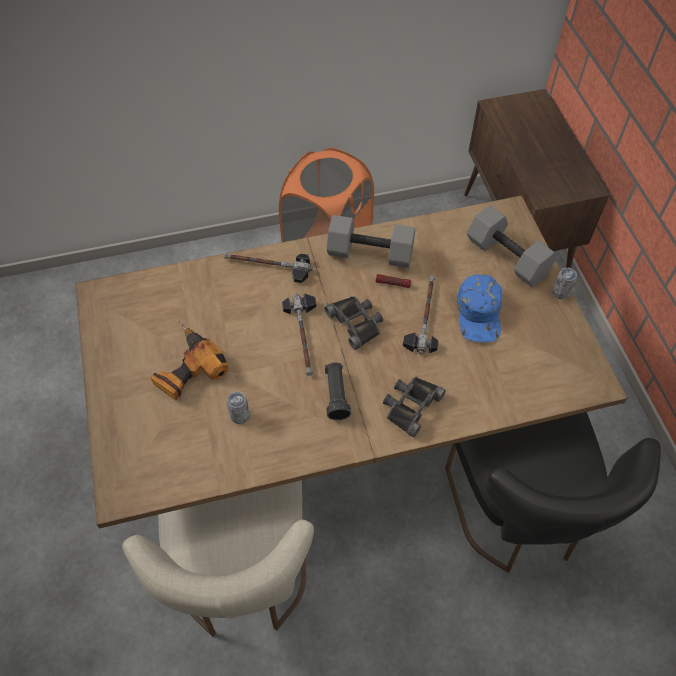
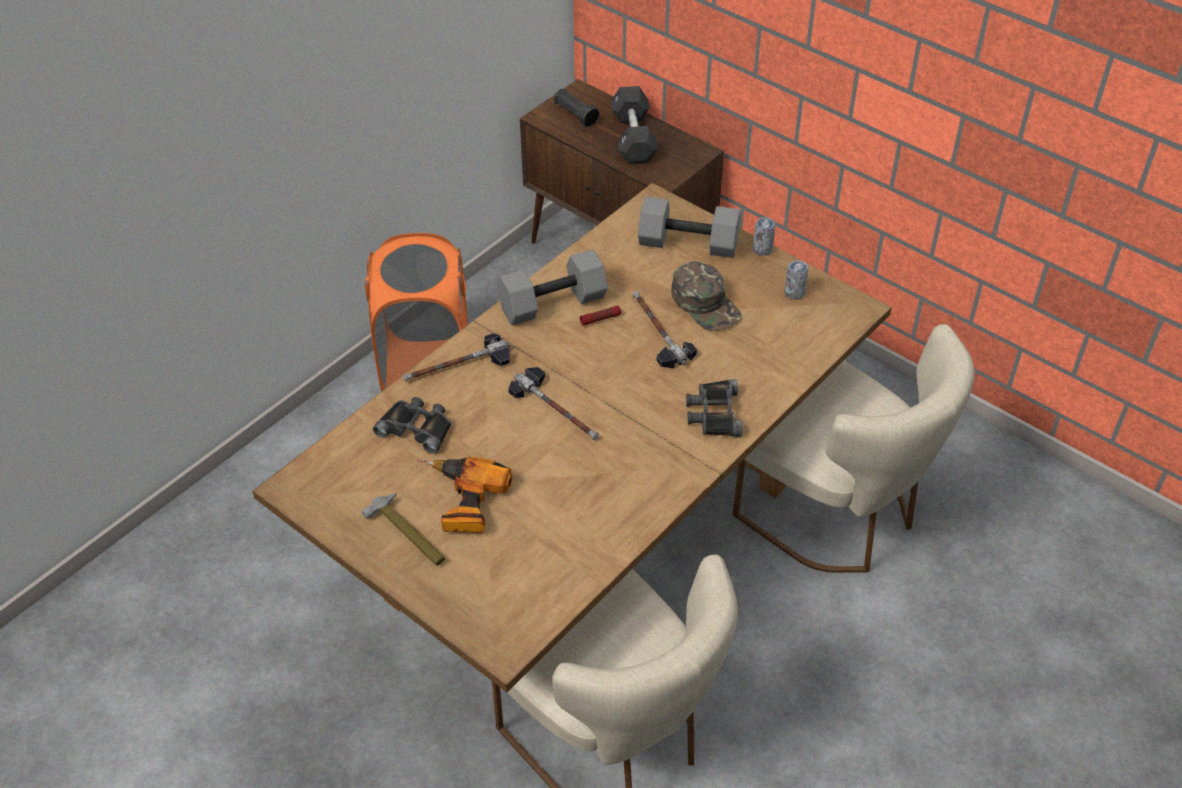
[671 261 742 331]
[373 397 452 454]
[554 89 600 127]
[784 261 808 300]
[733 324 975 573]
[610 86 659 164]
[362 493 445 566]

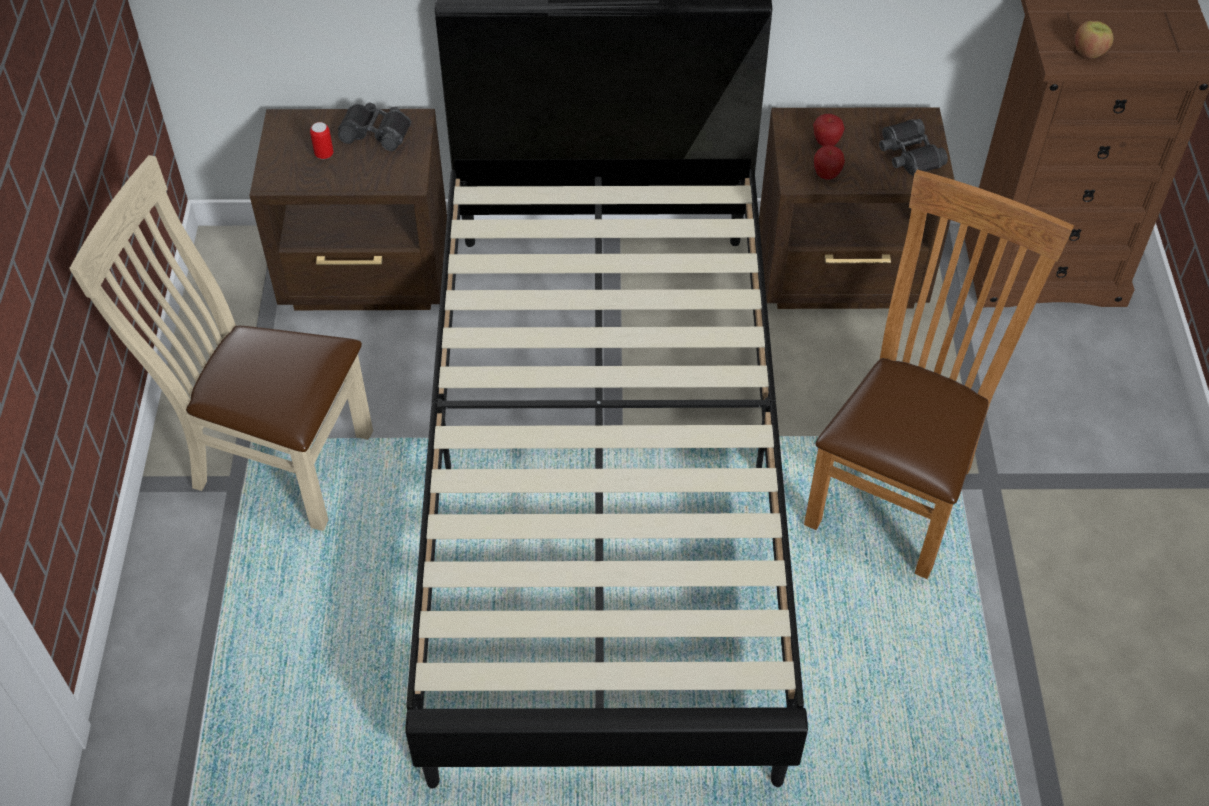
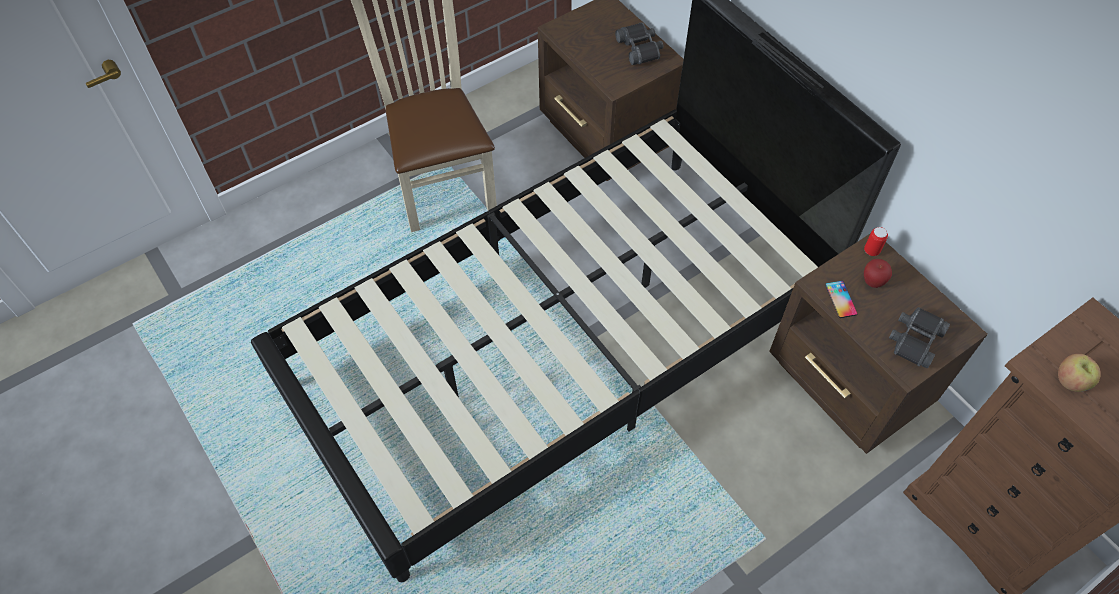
[864 227 888 256]
[825 281 858 318]
[804 169 1074 579] (first image)

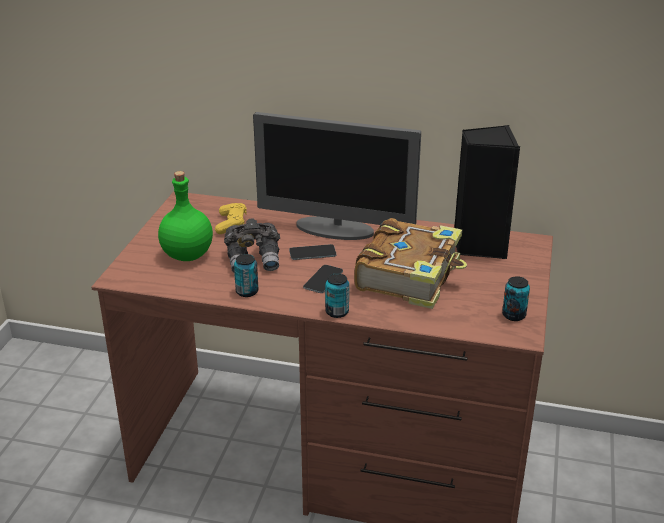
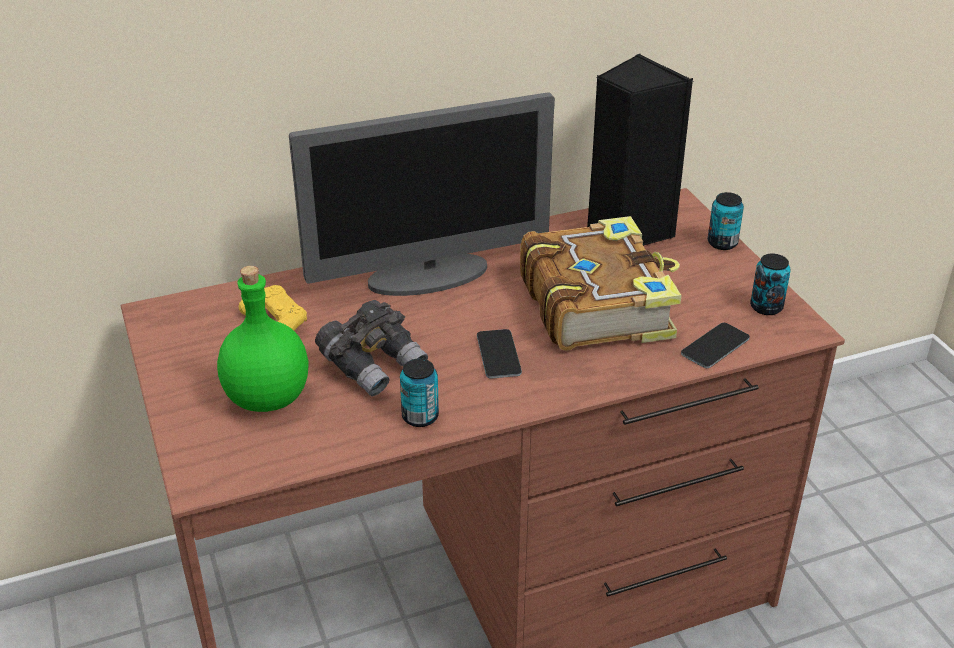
[681 323 750 368]
[708 192 744 250]

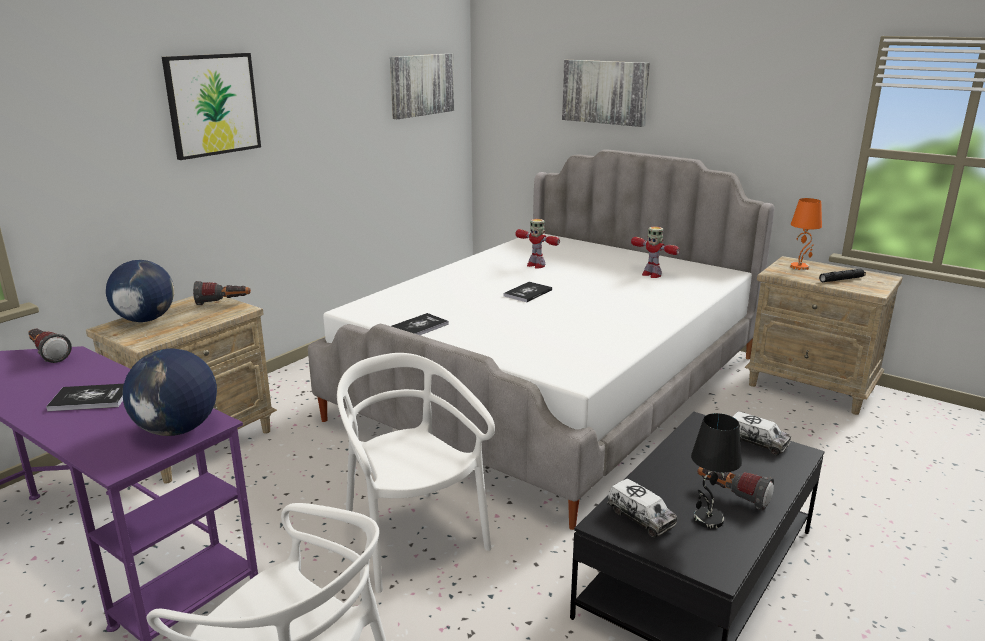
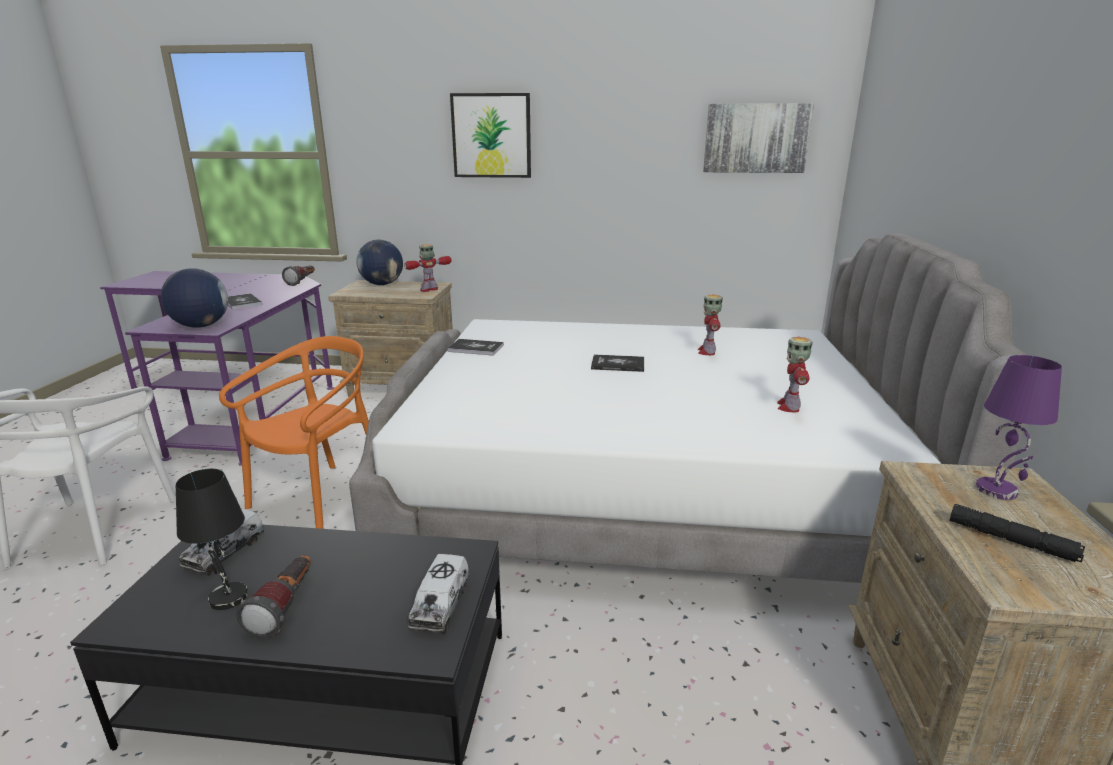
[562 60 650 127] (first image)
[976 355 1062 500]
[404 244 451 292]
[219 336 369 529]

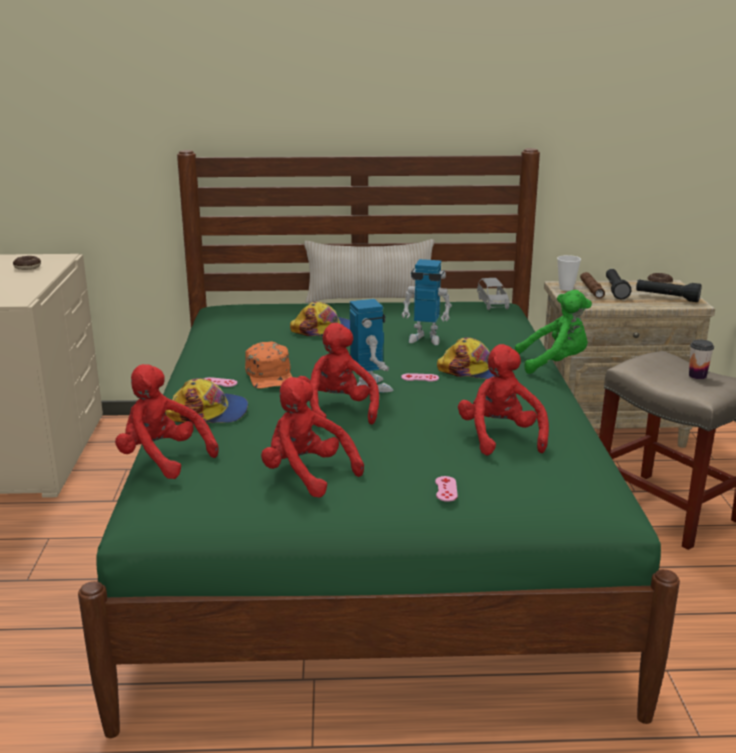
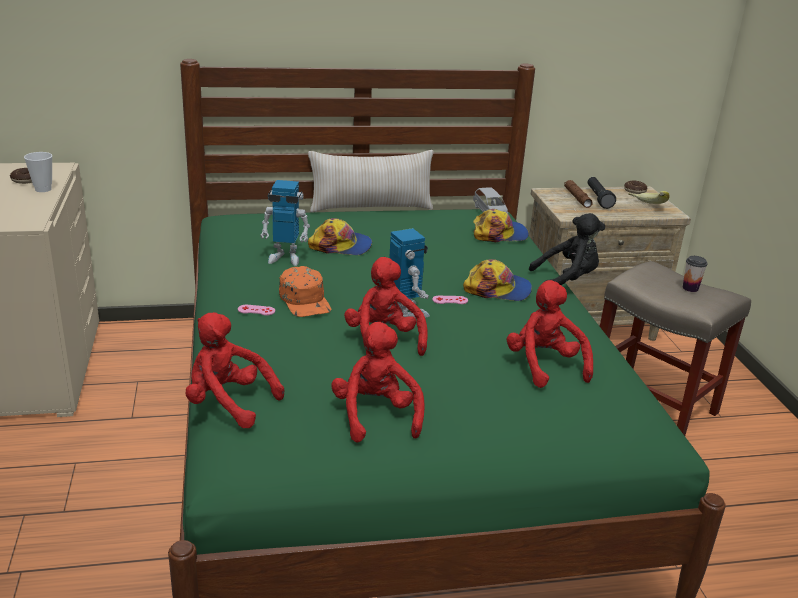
[24 152 52 192]
[260 180 310 266]
[628 191 669 204]
[529 213 605 285]
[331 322 425 443]
[473 209 529 242]
[435 476 458 502] (first image)

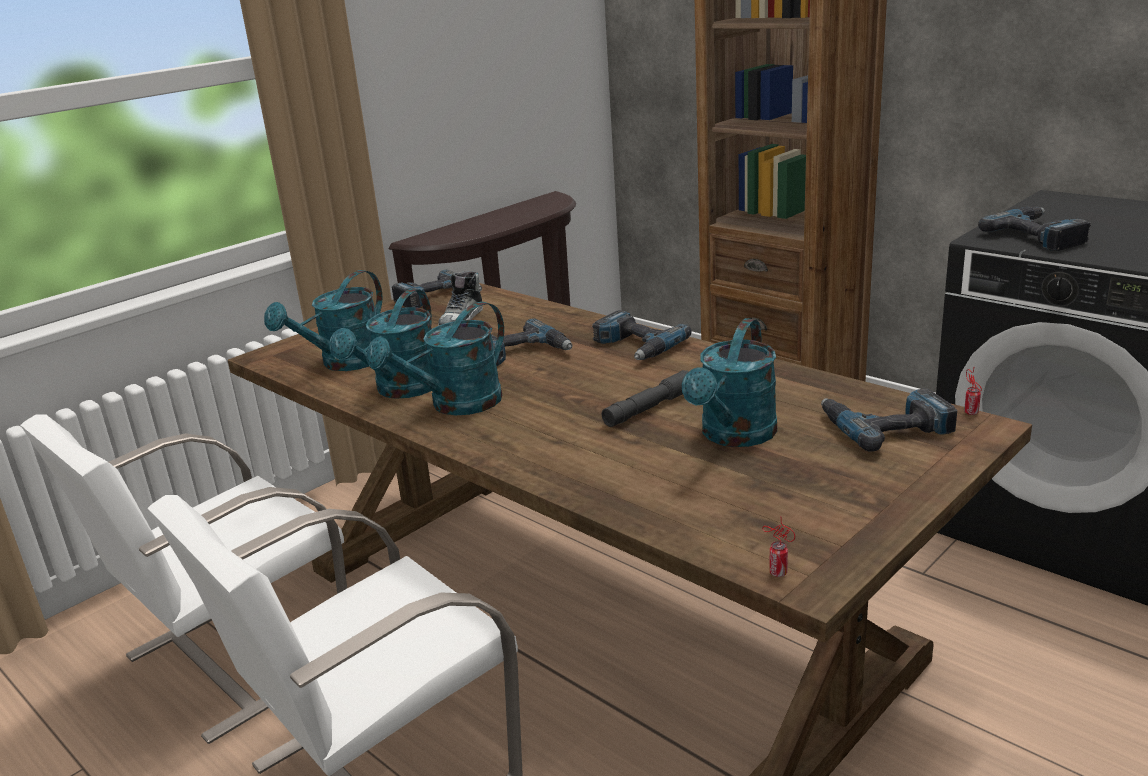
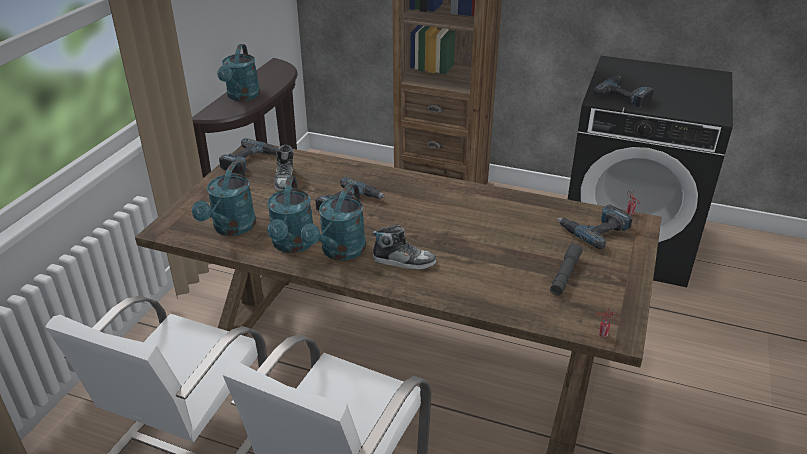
[592 310 692 360] (first image)
[217 44 260 101]
[550 243 582 295]
[372 225 436 269]

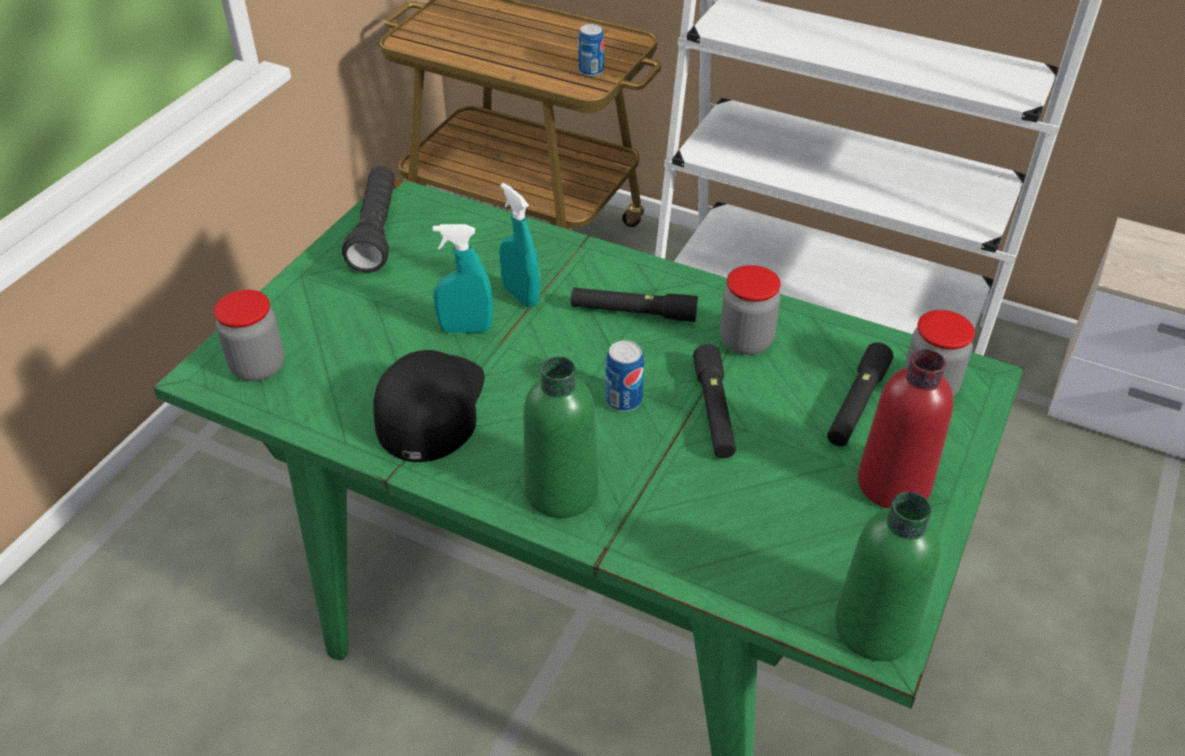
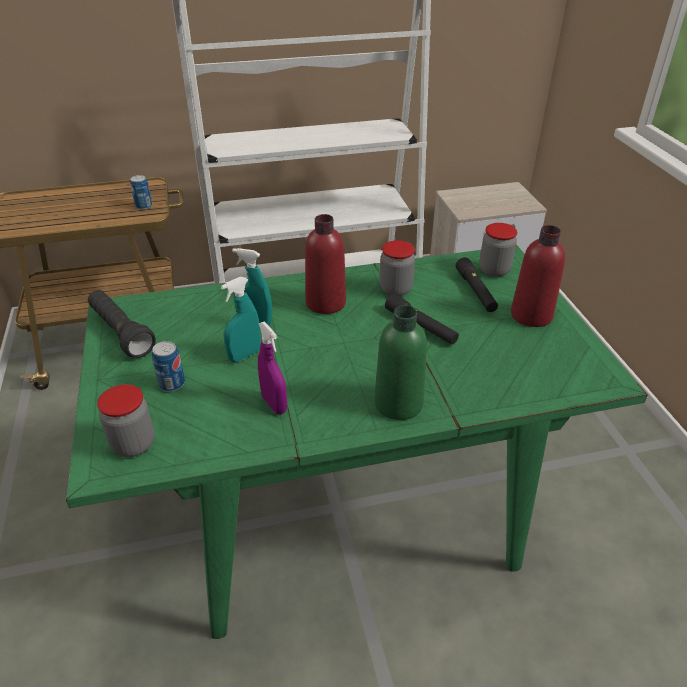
[305 214 346 314]
[152 341 185 392]
[258 322 287 414]
[835 492 941 661] (first image)

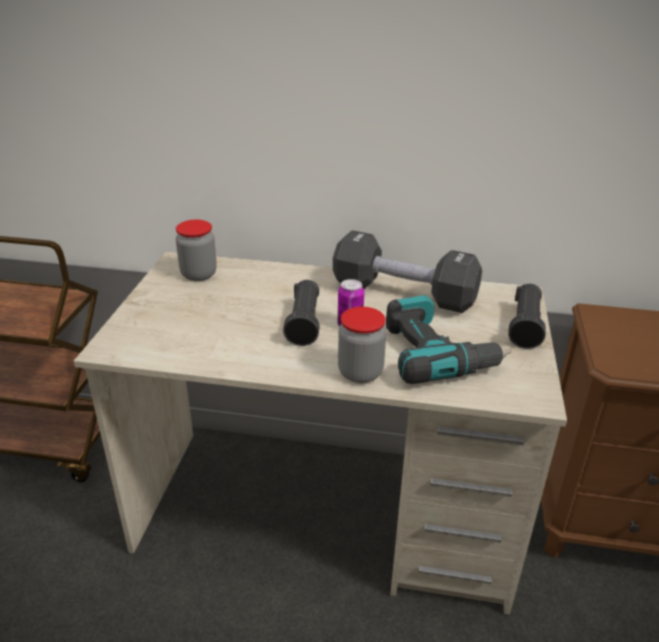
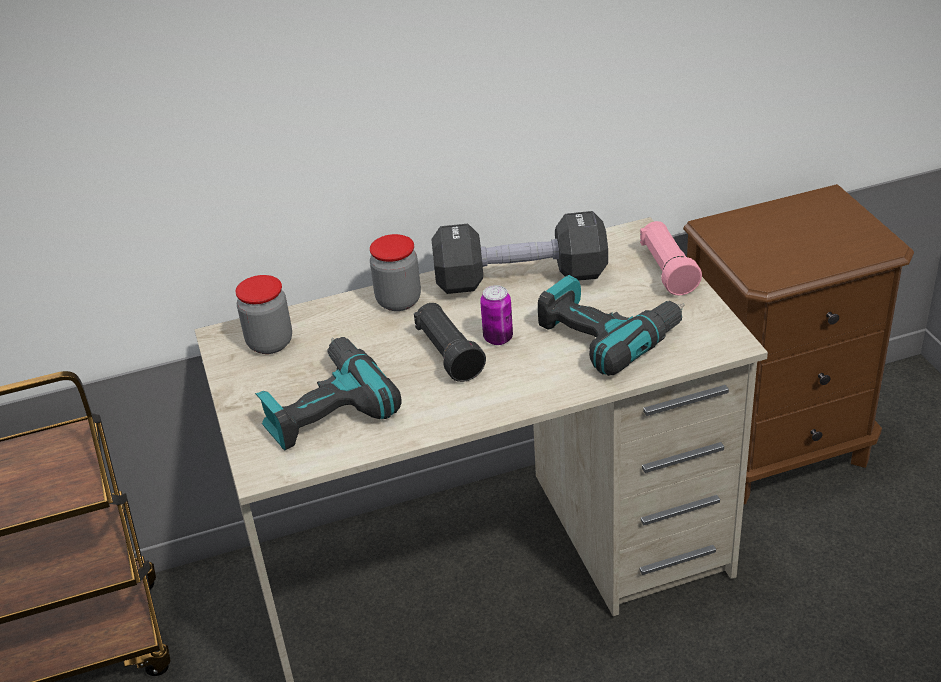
[640 221 702 295]
[370 234 421 311]
[255 337 402 450]

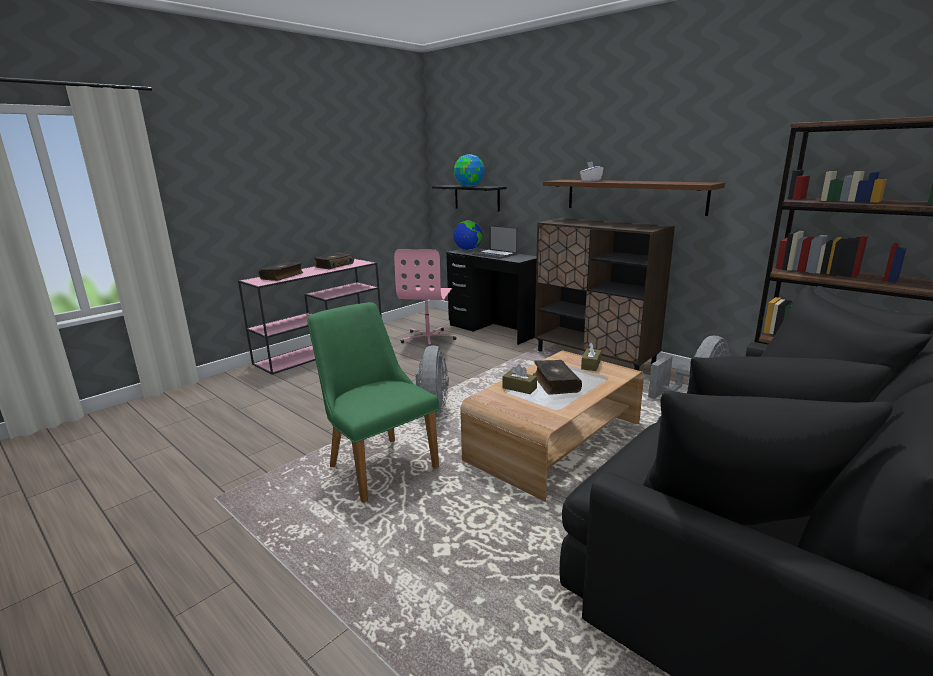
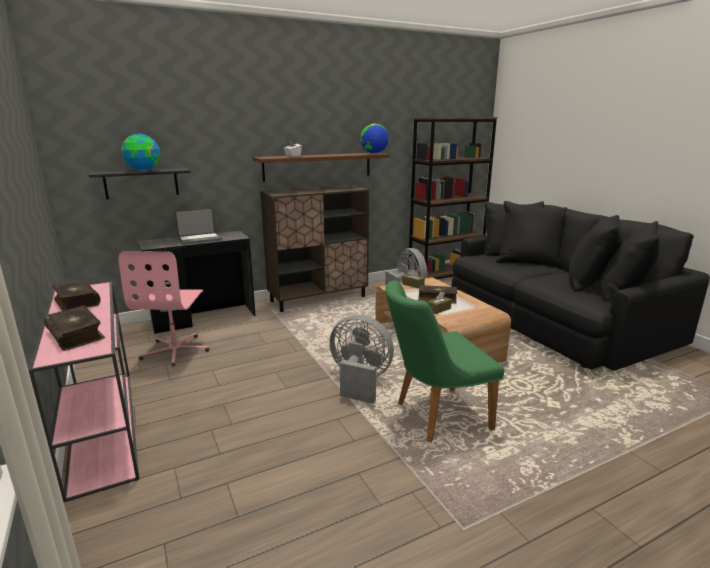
[360 124 389 154]
[119 251 209 367]

